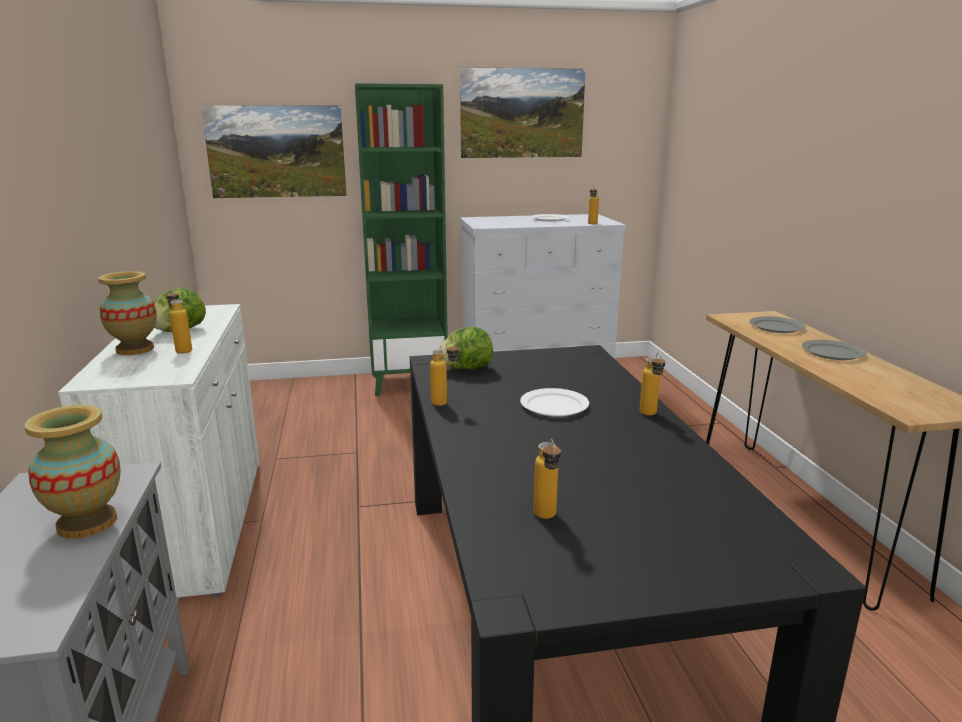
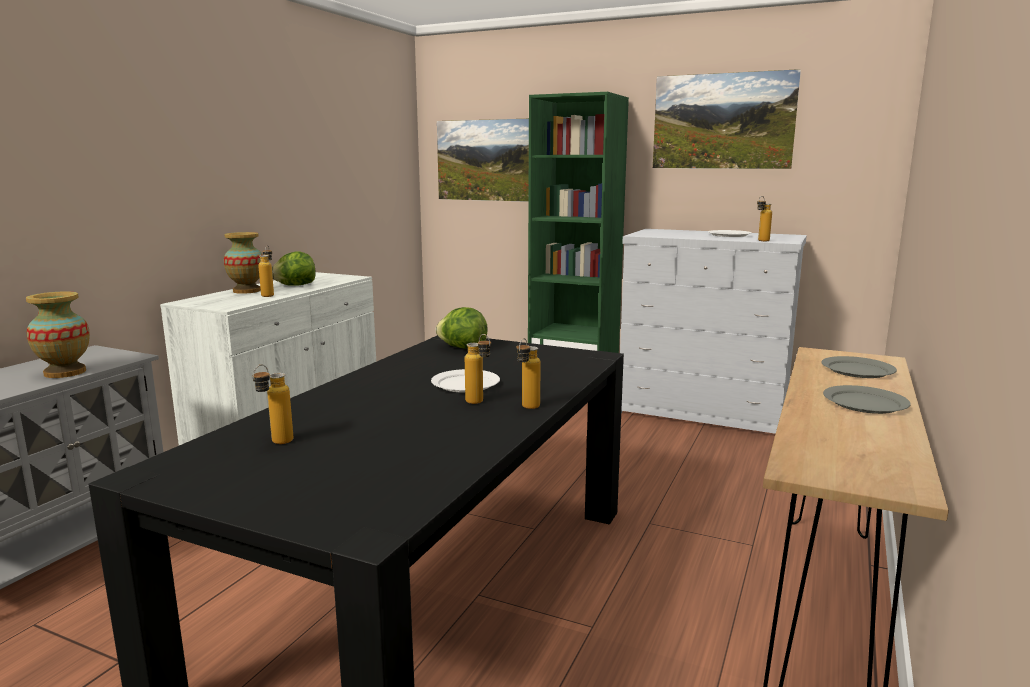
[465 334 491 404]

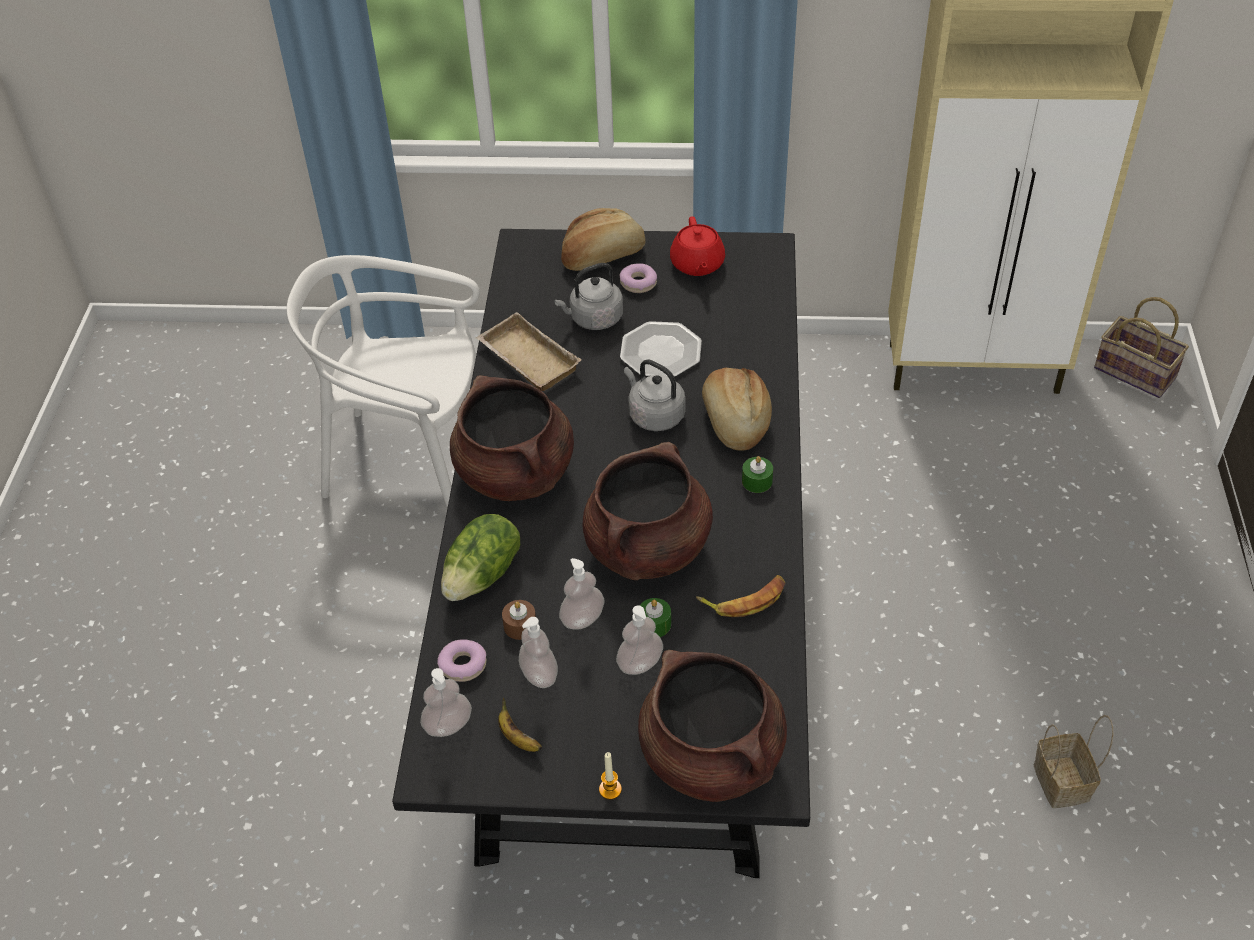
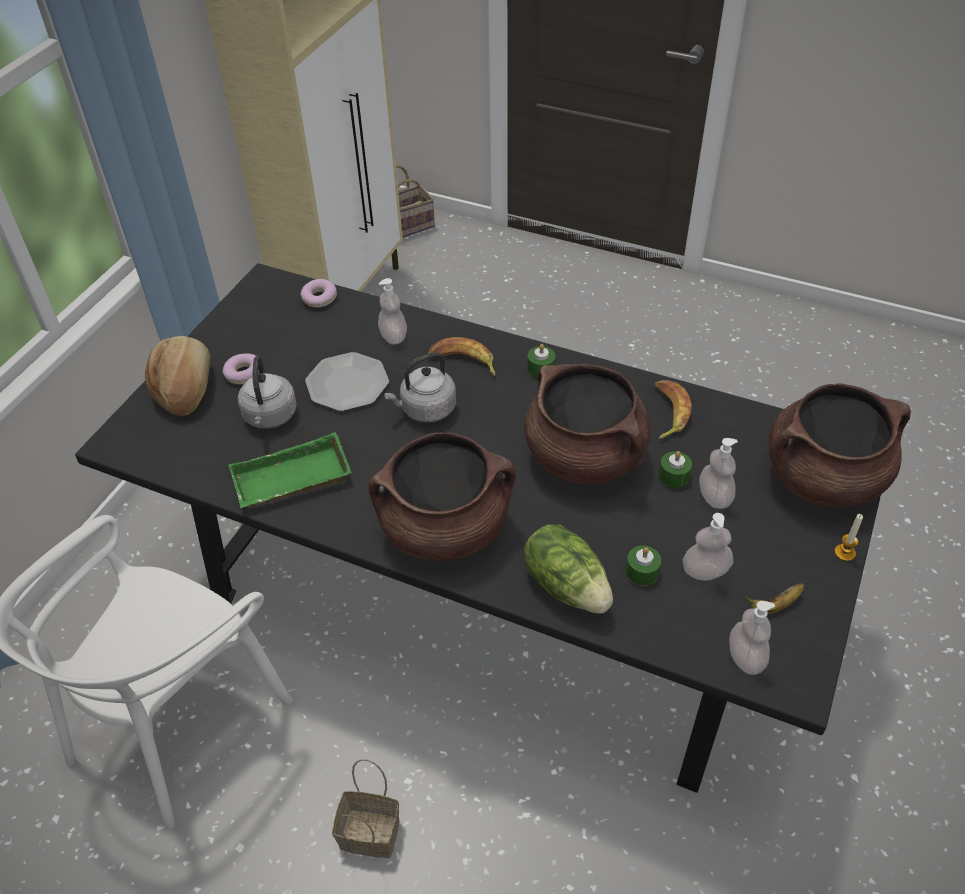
[670 216 725 276] (first image)
[229 432 352 508]
[428 337 495 376]
[378 278 407 344]
[626 546 661 586]
[300 279 337 308]
[332 759 400 858]

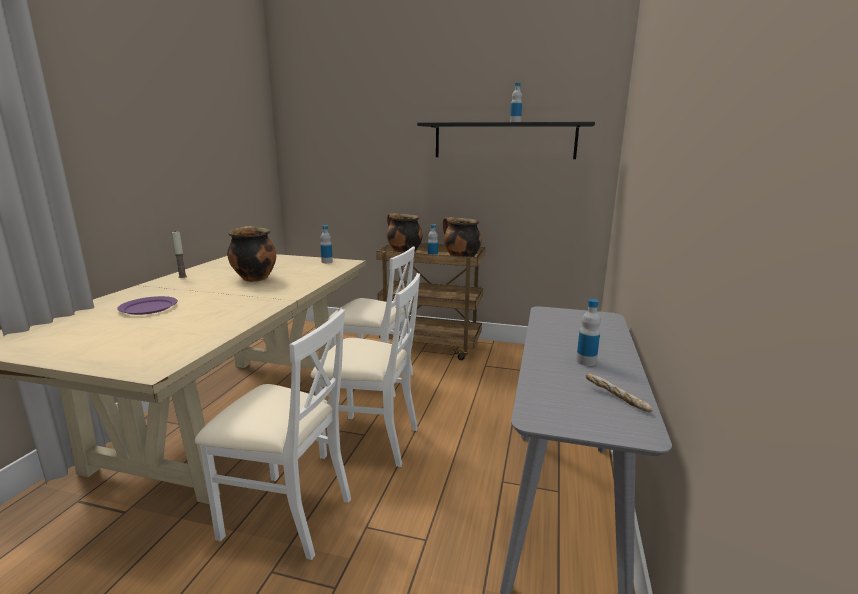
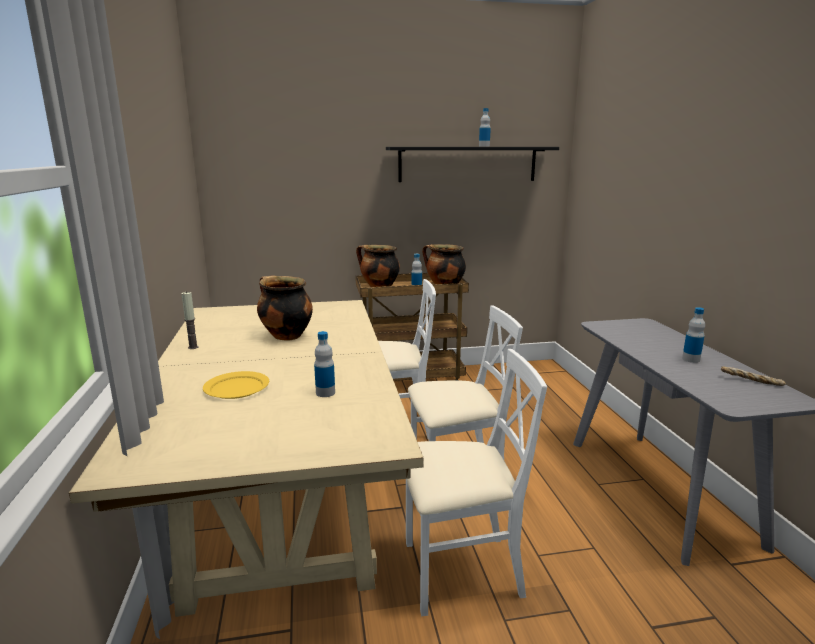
[314 331 335 397]
[203 371 269 399]

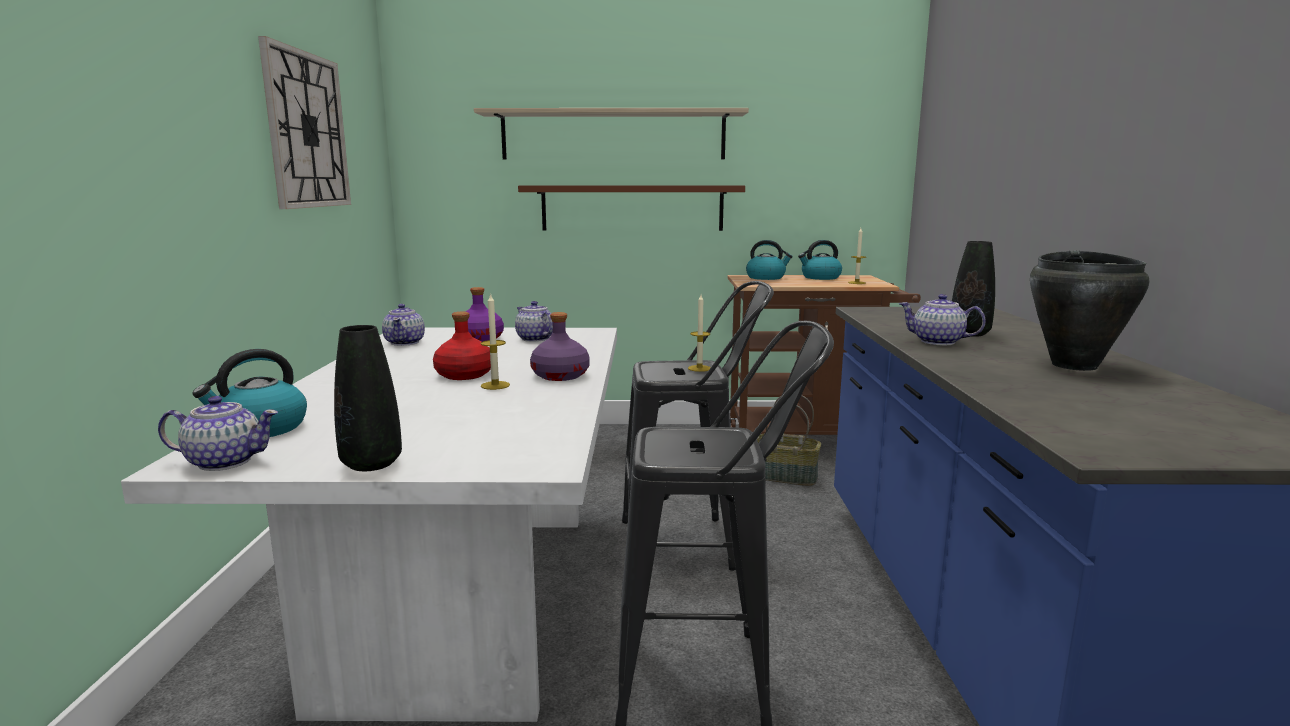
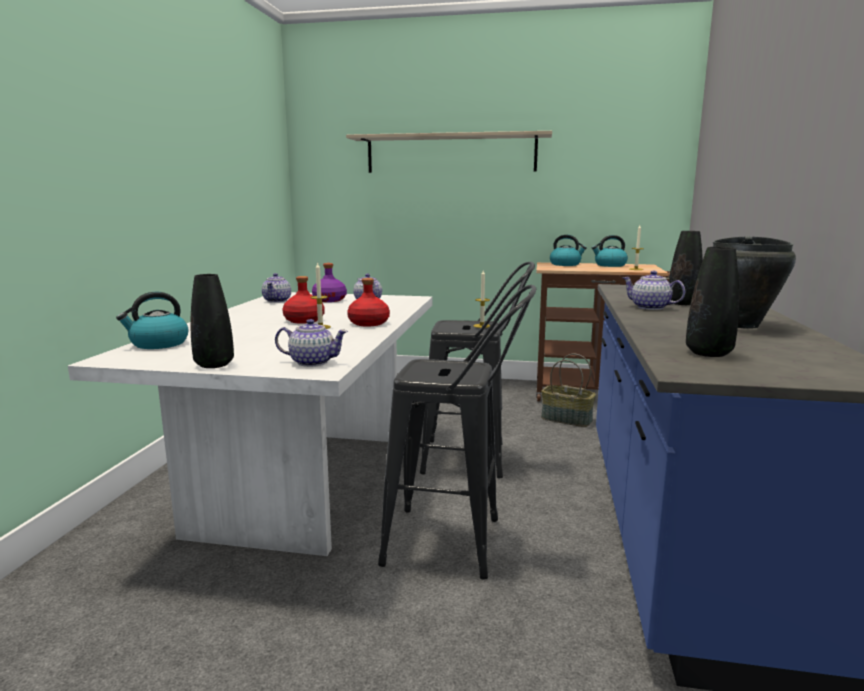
[258 36 351 209] (first image)
[518 185 745 231] (first image)
[347 278 390 327]
[275 319 348 367]
[686 247 739 357]

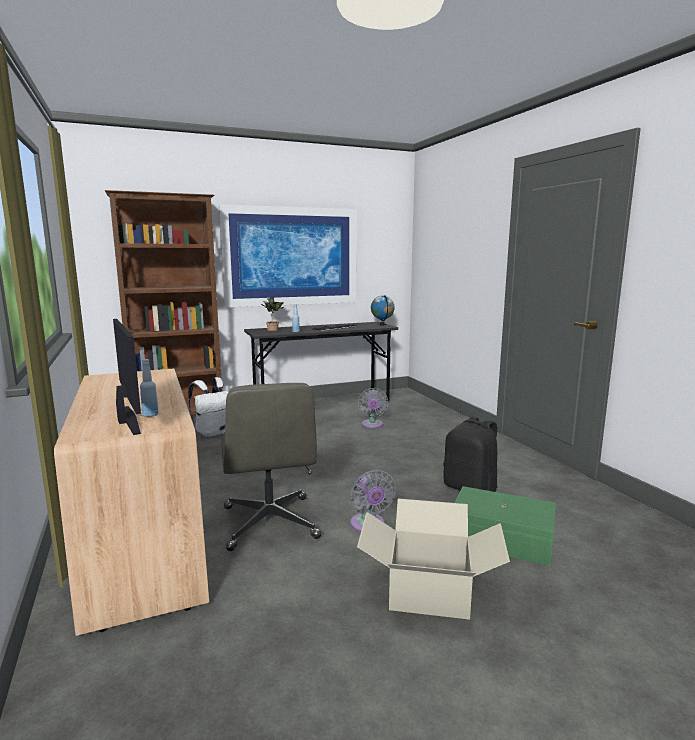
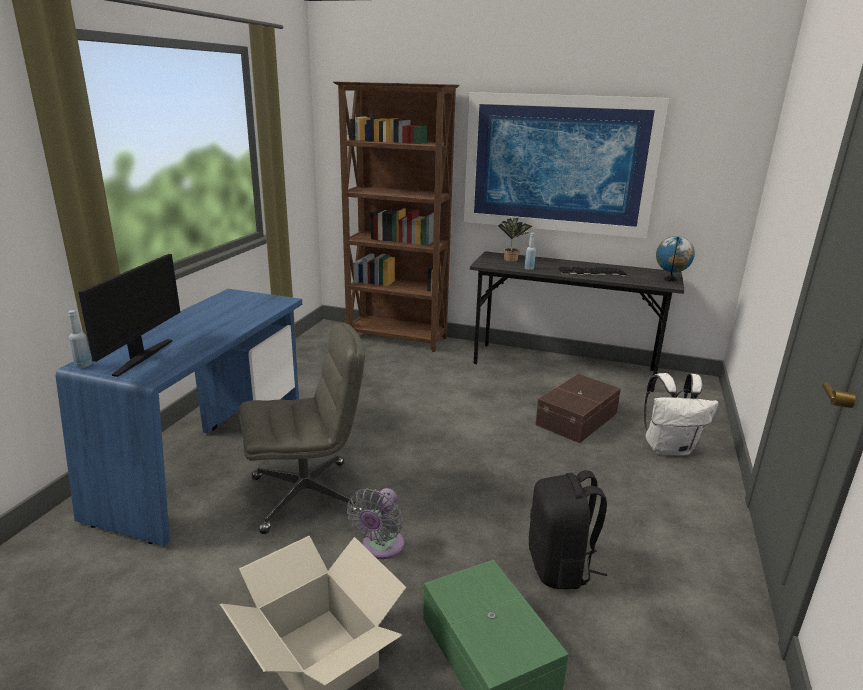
[68 310 92 368]
[56 289 302 546]
[644 373 718 456]
[239 323 365 534]
[535 374 621 443]

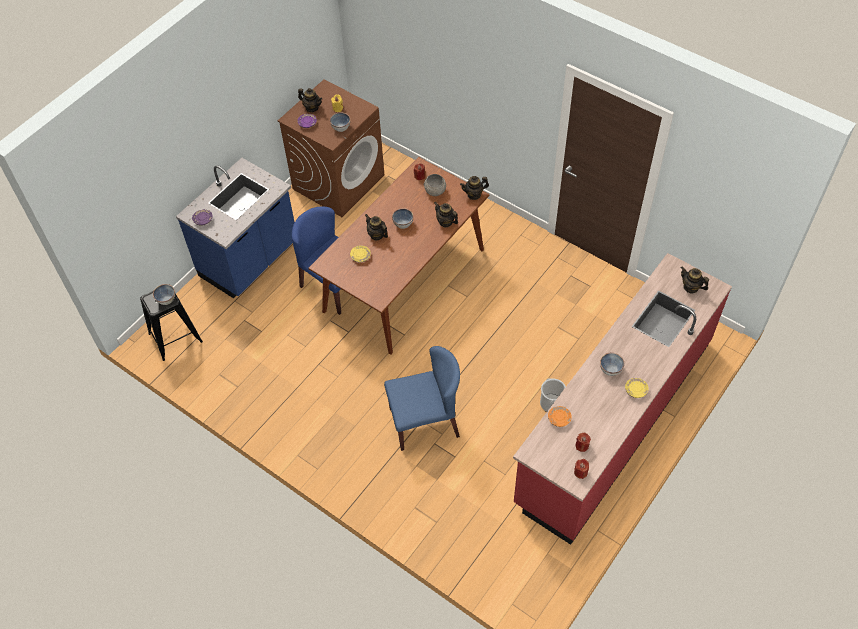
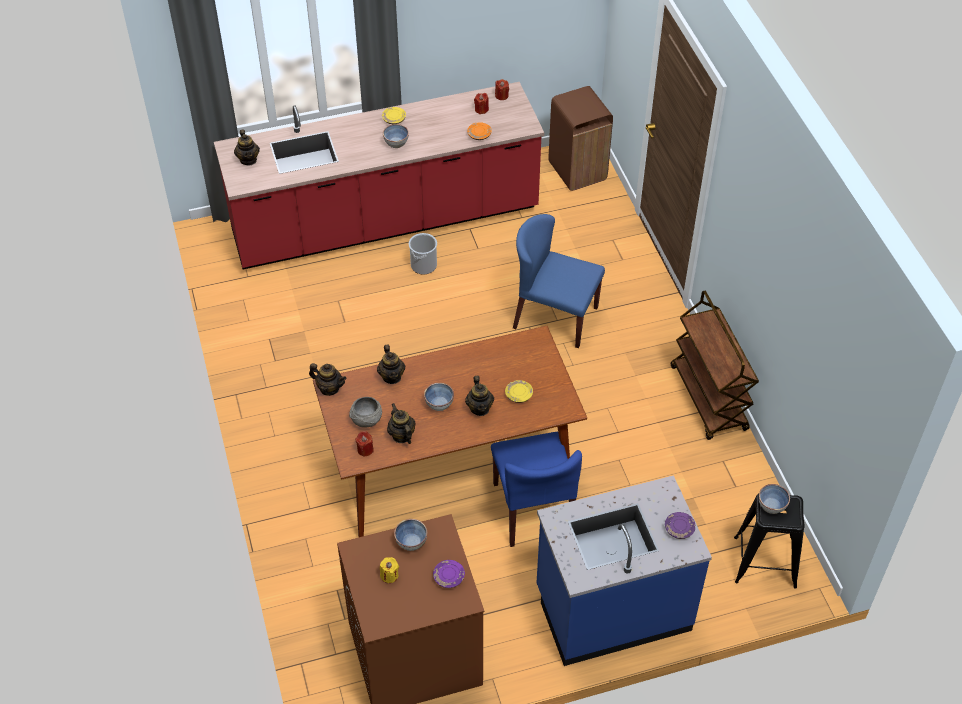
[387 403 415 444]
[548 86 613 191]
[671 291 759 440]

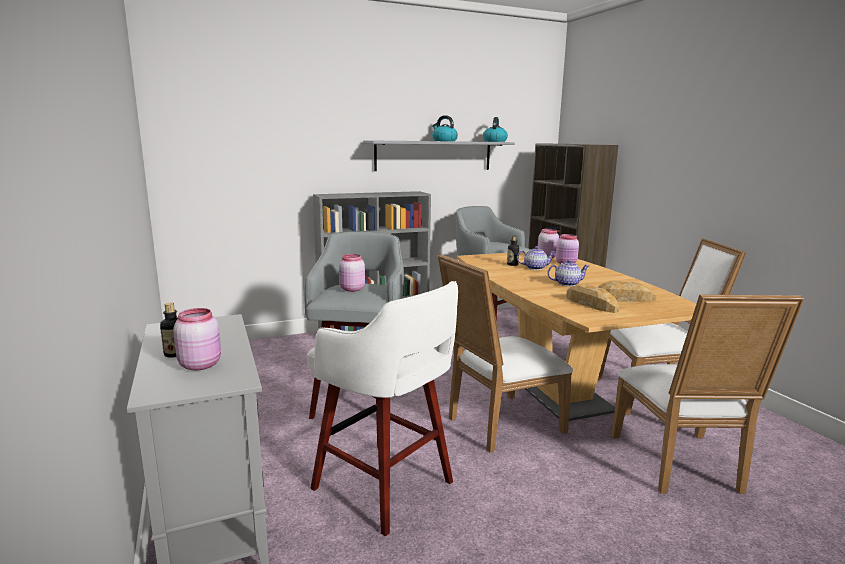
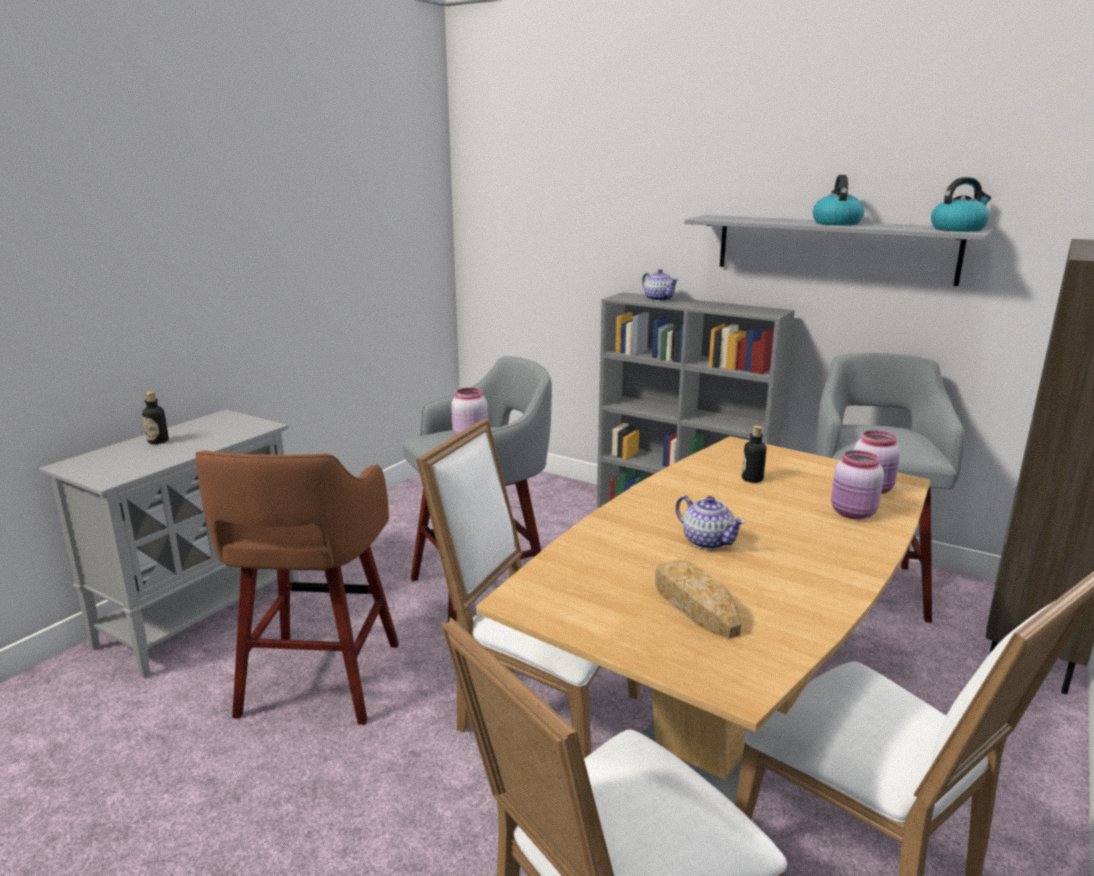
[642 269 678 301]
[195 450 399 725]
[566 284 619 313] (first image)
[173 308 221 371] (first image)

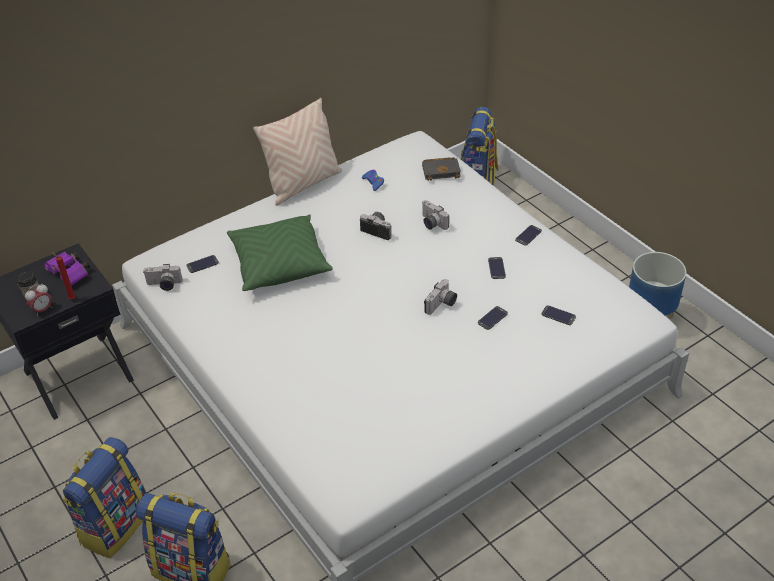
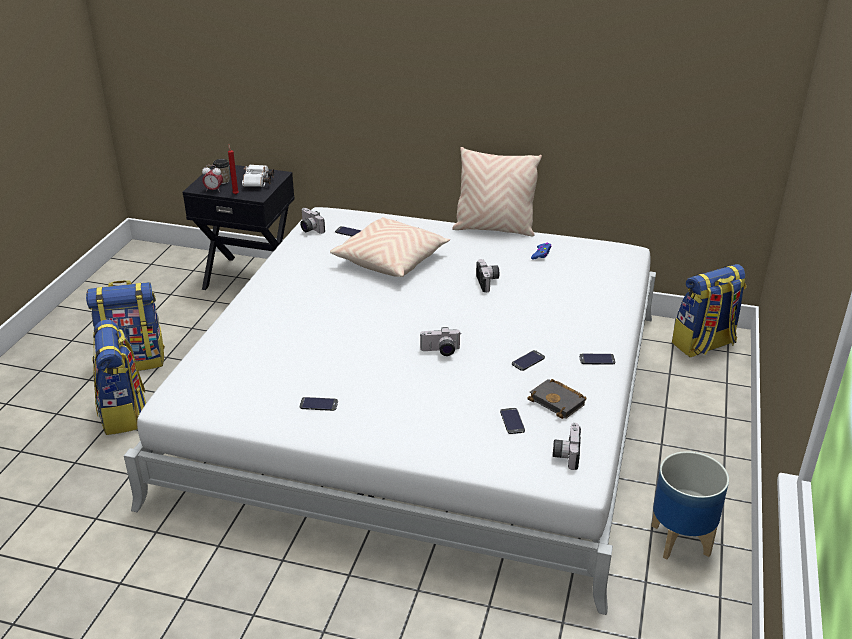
[527 379 587 419]
[553 423 581 470]
[330 217 450 277]
[242 164 274 187]
[299 397 338 411]

